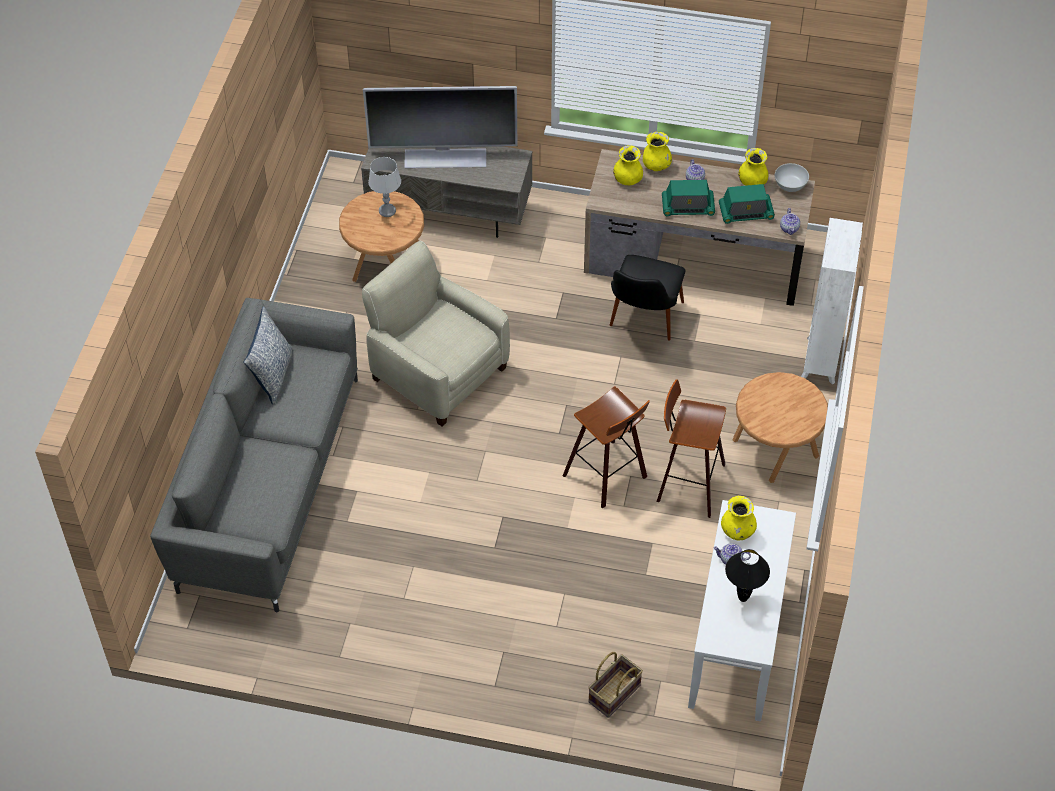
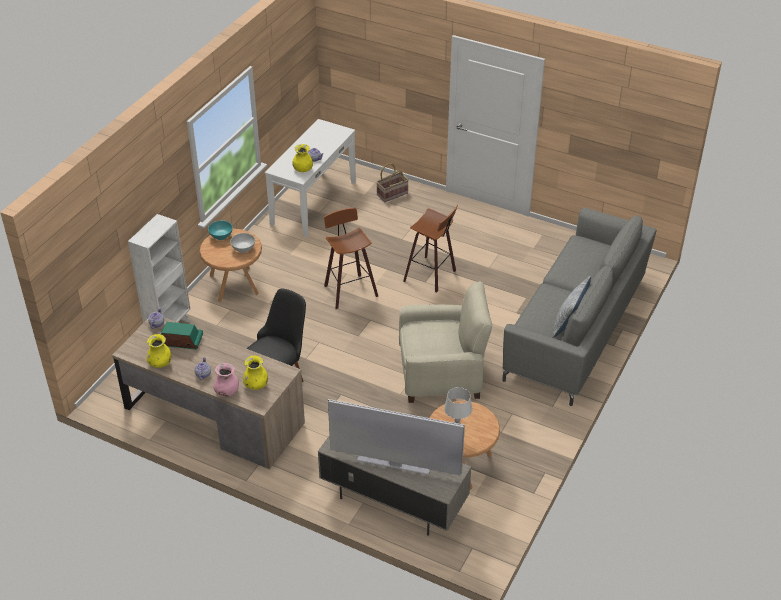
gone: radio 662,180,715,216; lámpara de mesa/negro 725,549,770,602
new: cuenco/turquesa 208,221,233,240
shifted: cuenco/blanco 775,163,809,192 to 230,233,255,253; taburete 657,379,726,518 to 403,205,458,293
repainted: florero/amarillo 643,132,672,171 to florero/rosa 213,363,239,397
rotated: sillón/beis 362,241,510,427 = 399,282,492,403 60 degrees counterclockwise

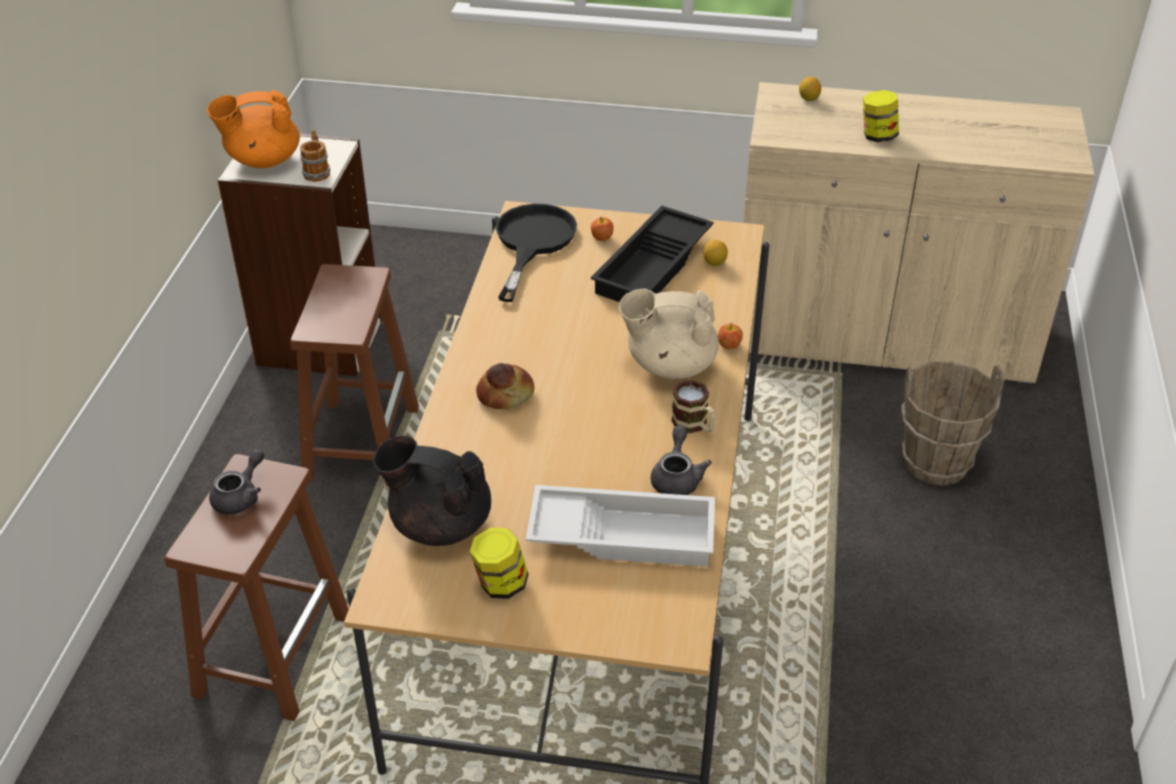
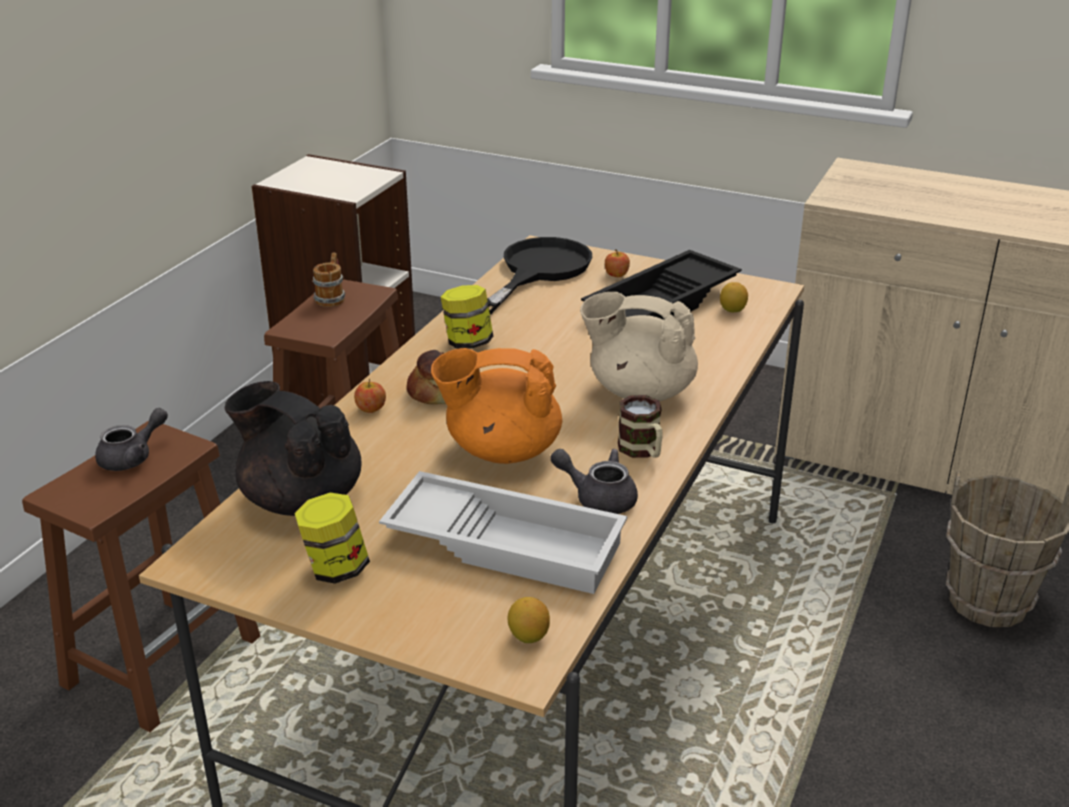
shifted: limón 799,77,821,101 to 508,597,550,643; tetera/naranja 207,90,300,168 to 431,348,562,464; tarro 863,90,899,142 to 441,285,493,349; taza grande 300,130,330,182 to 312,252,345,307; manzana 718,323,743,349 to 354,379,386,413
rotated: tetera/gris 651,425,712,495 = 550,449,638,514 90 degrees counterclockwise

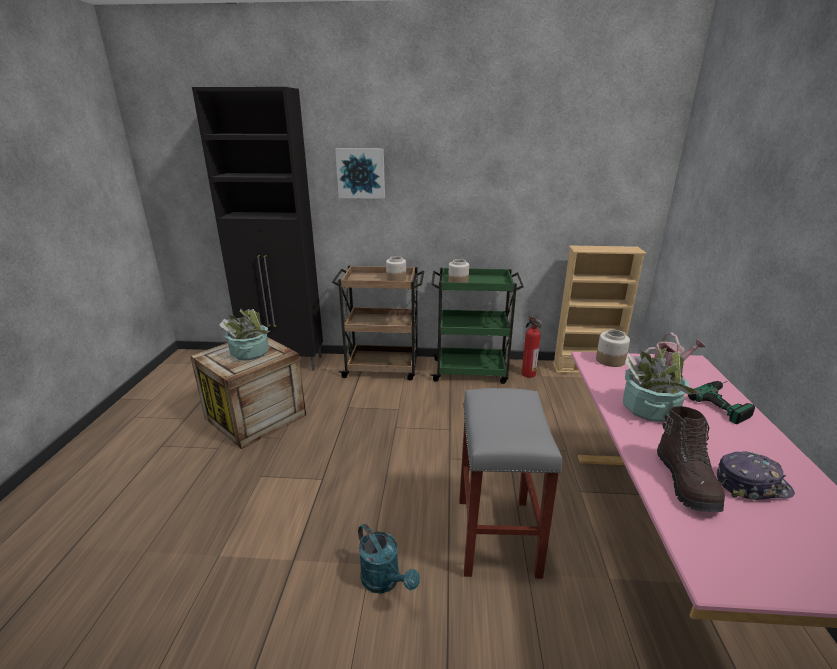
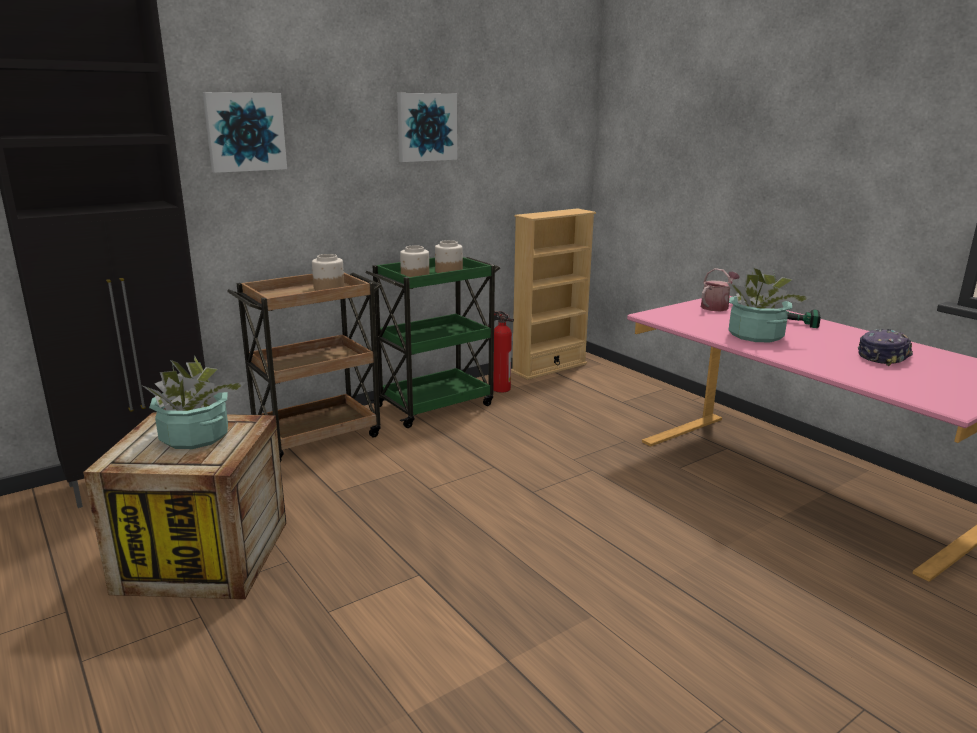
gone: taburete/gris 459,388,562,579; bota/marrón 657,406,725,512; regadera/turquesa 358,524,420,593
new: cuadro 397,93,457,162
shifted: tarro 596,330,630,367 to 435,240,463,273

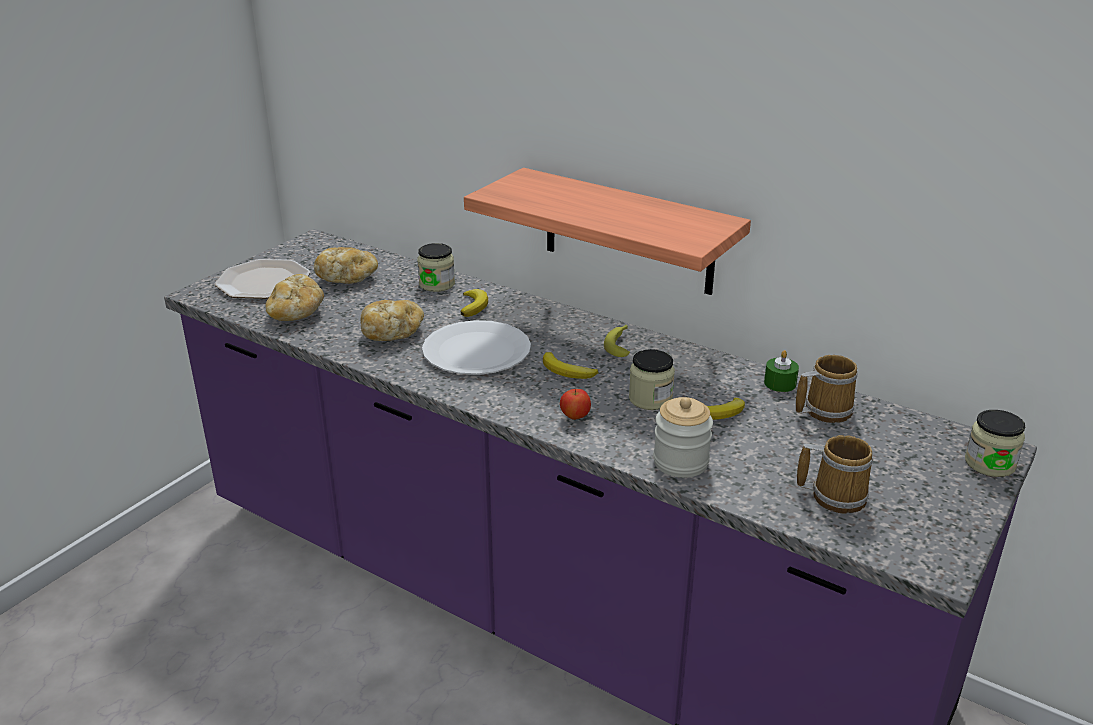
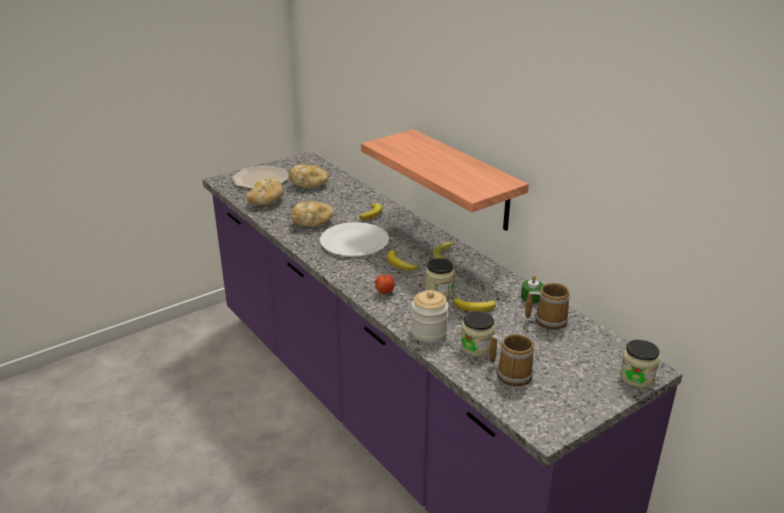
shifted: tarro 417,243,455,292 to 461,311,495,356

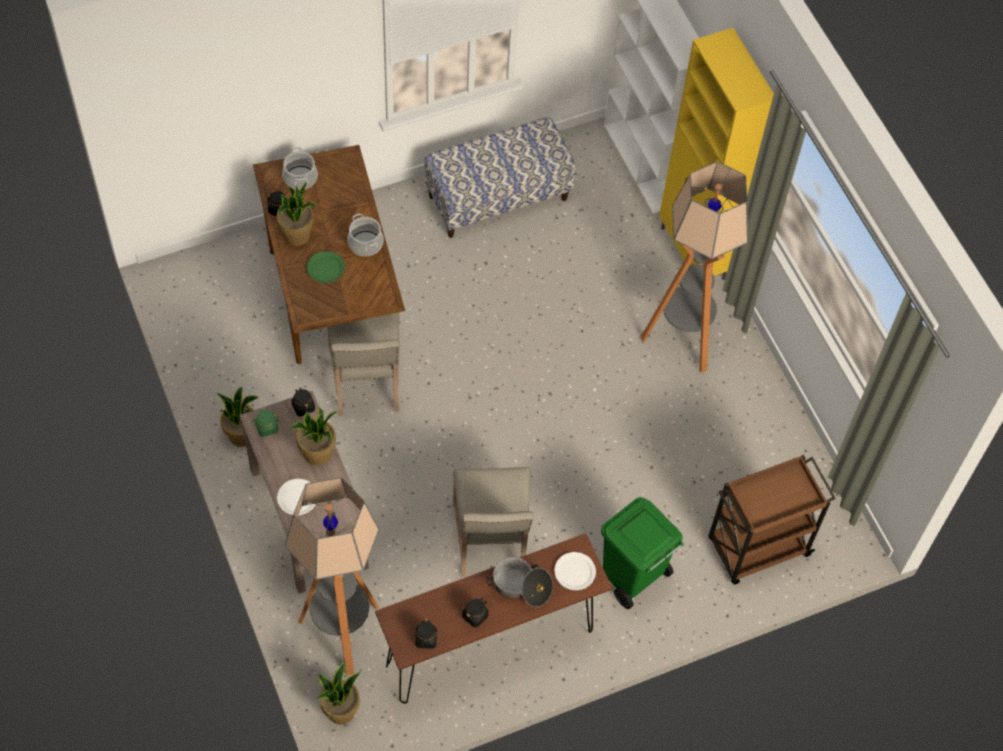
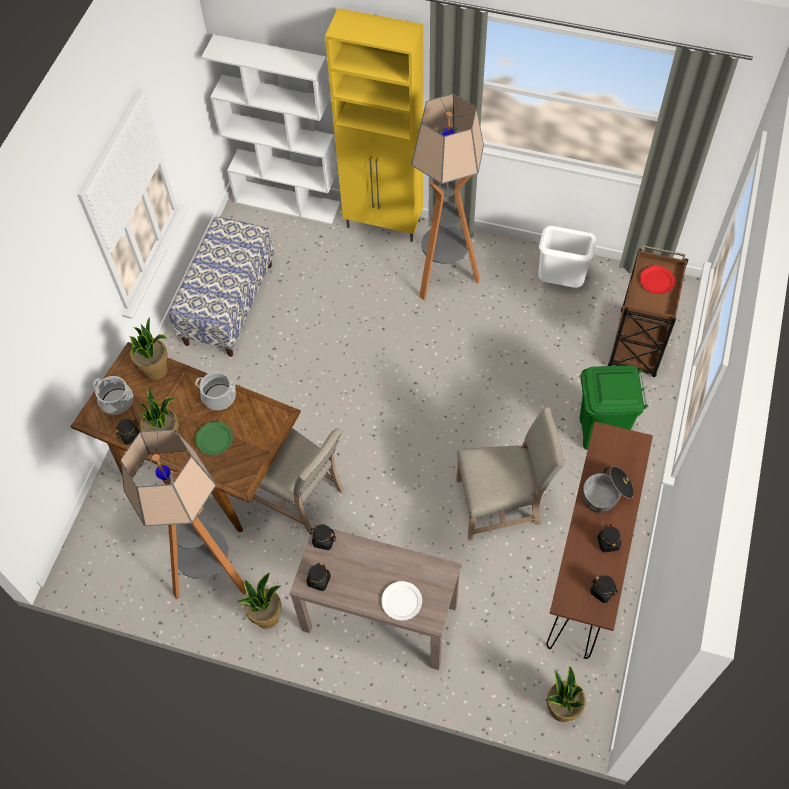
gone: plato/blanco 554,552,596,590
new: papelera/blanco 538,225,596,288; plato/rojo 640,266,675,294
shifted: planta en maceta 290,406,337,466 to 130,317,168,381; lámpara de pie 285,477,379,675 to 121,429,246,599
repainted: tarro/verde 252,410,279,437 to tarro/negro 306,562,331,591
rotated: silla/beis 453,467,534,577 = 456,407,565,541 45 degrees counterclockwise

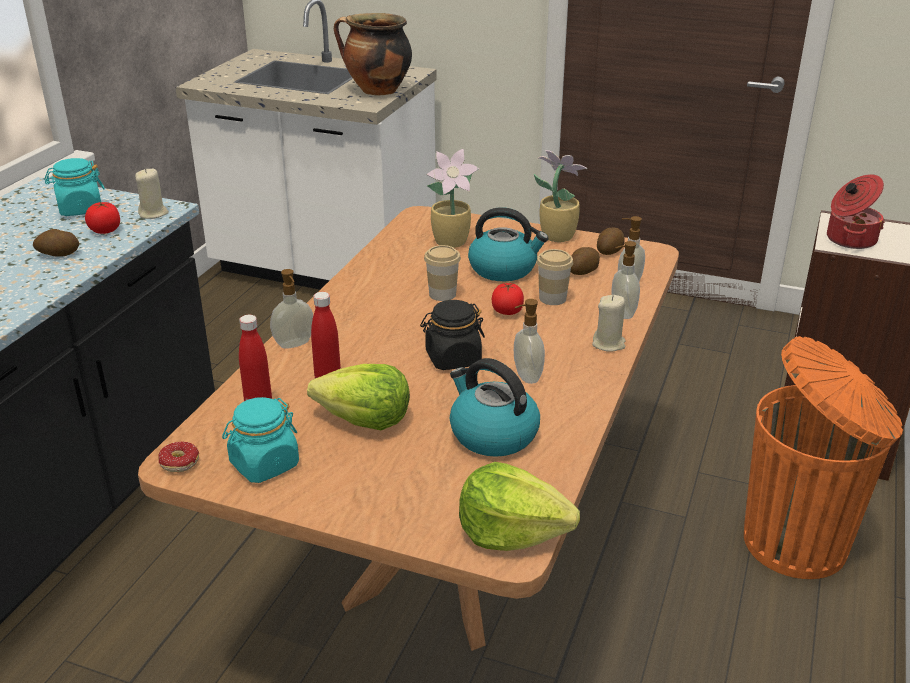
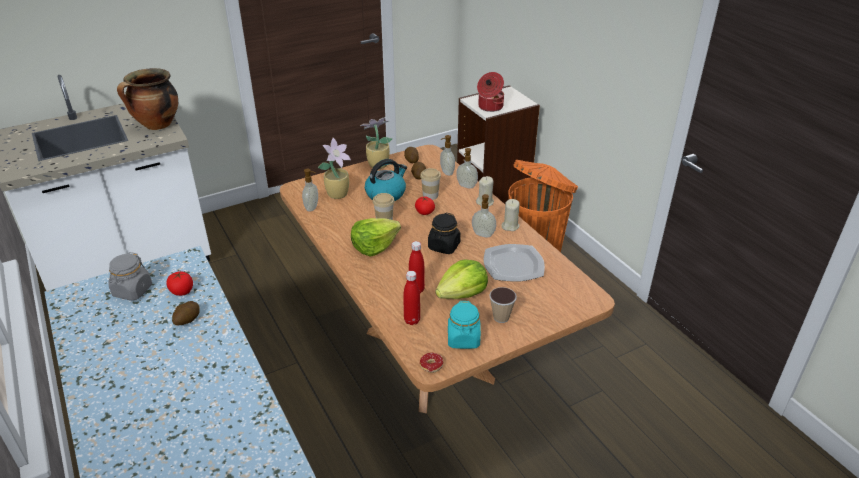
new: taza 489,287,517,323
shifted: vela/beis 135,168,169,219 to 502,199,520,231; dispensador de jabón 270,269,313,349 to 302,169,318,212; lechuga 459,462,580,551 to 351,218,401,257
swapped: hervidor 450,358,540,457 to plato 484,244,545,282
repainted: tarro/turquesa 44,158,105,216 to tarro/gris 108,252,152,301

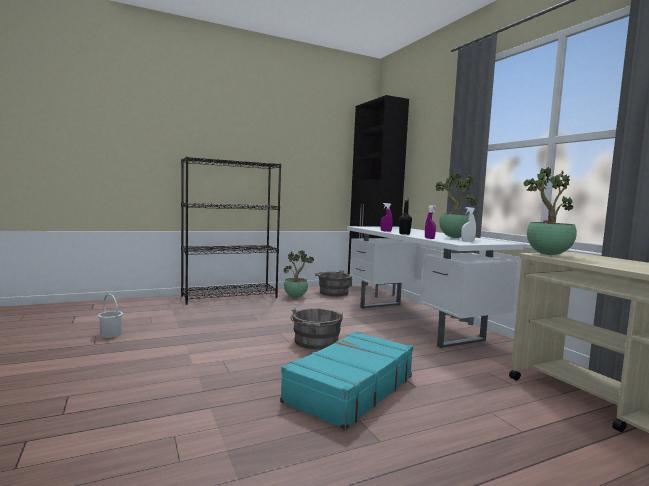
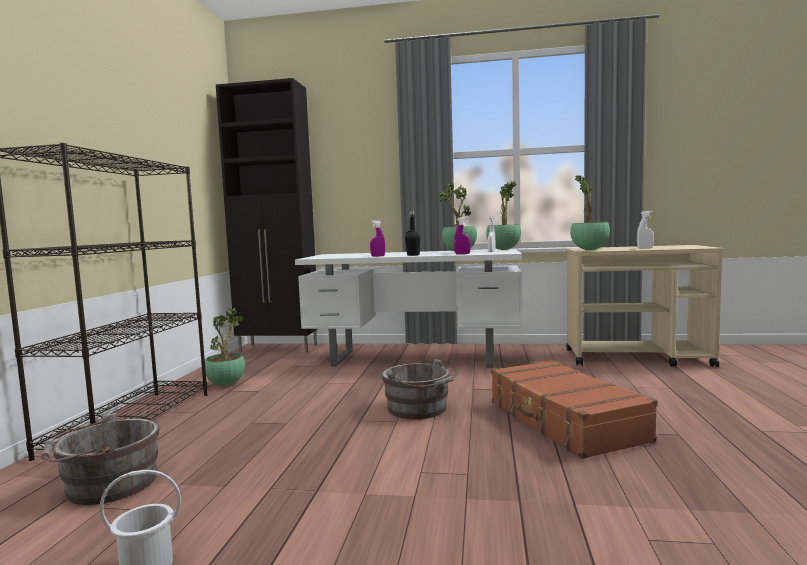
new: planta en maceta 486,181,521,250; pulverizador/blanco 637,211,654,249
shifted: cubo/gris 315,270,351,296 to 41,413,160,505
repainted: maleta/turquesa 280,331,413,430 to maleta/marrón 491,360,658,459

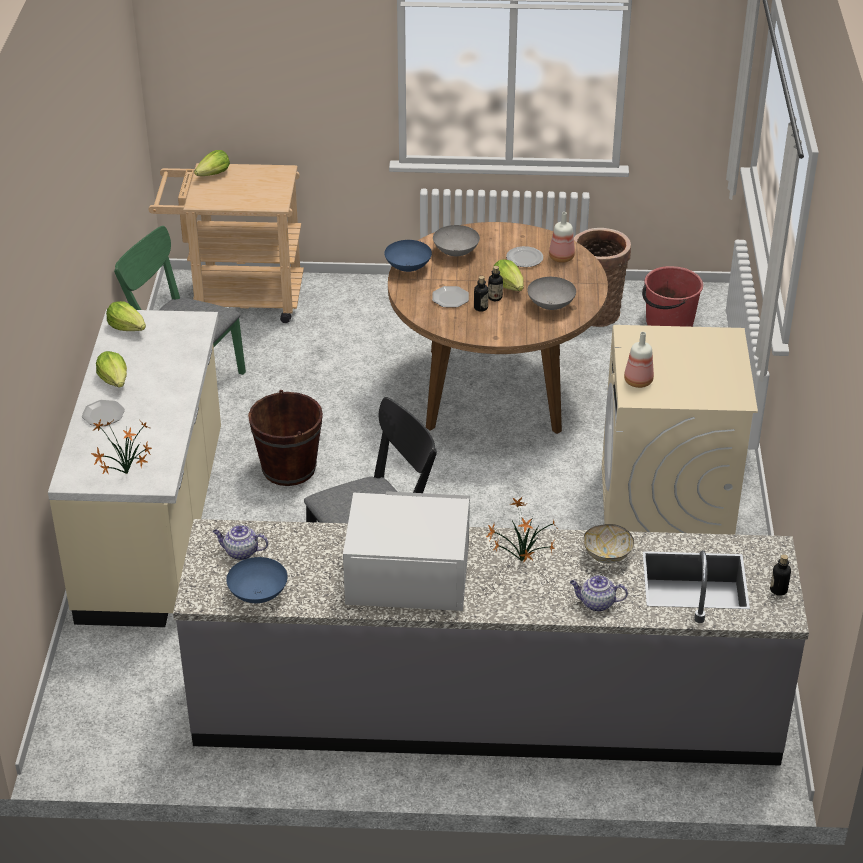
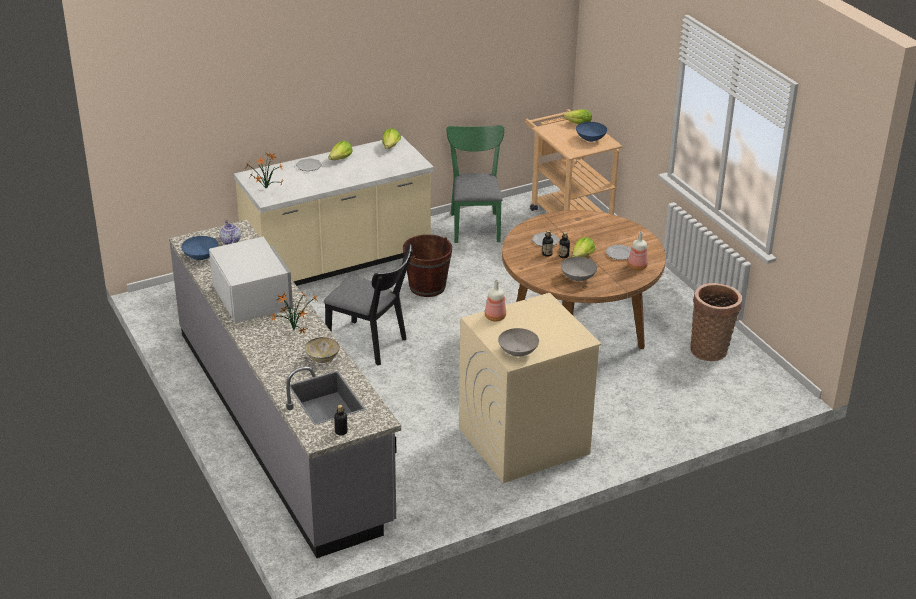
gone: cubo/rojo 642,266,703,327; tetera 570,575,628,612
shifted: cuenco/gris 433,225,480,256 to 498,328,539,356; cuenco/azul 384,240,432,272 to 576,122,607,142

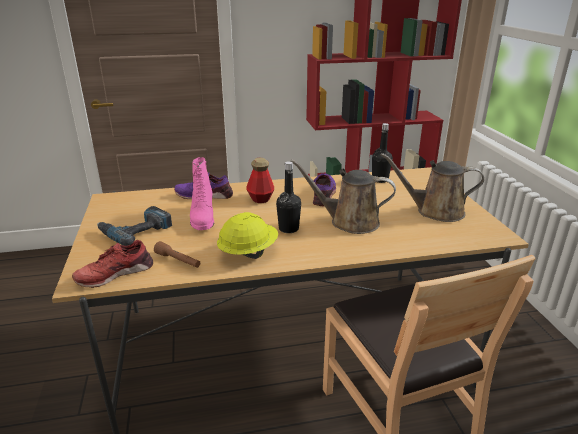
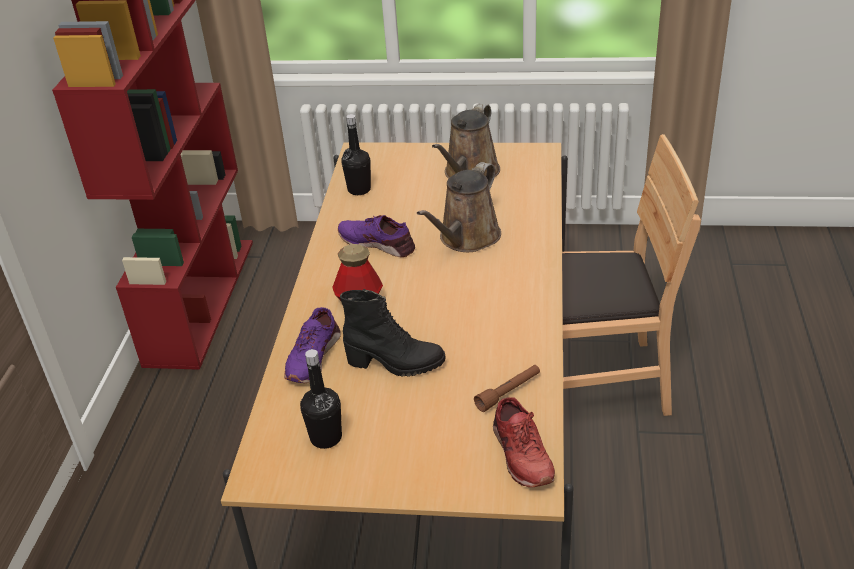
gone: taladro 97,206,172,246; casco/amarillo 217,212,278,259
shifted: botella/negro 276,161,301,233 to 300,349,342,449
repainted: bota/rosa 190,157,214,230 to bota/negro 340,289,446,377

